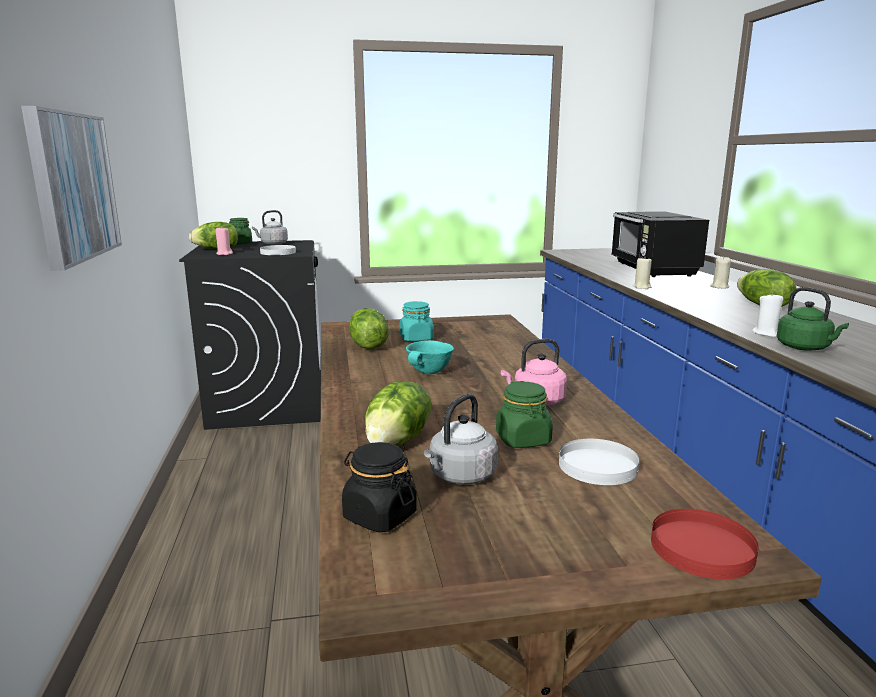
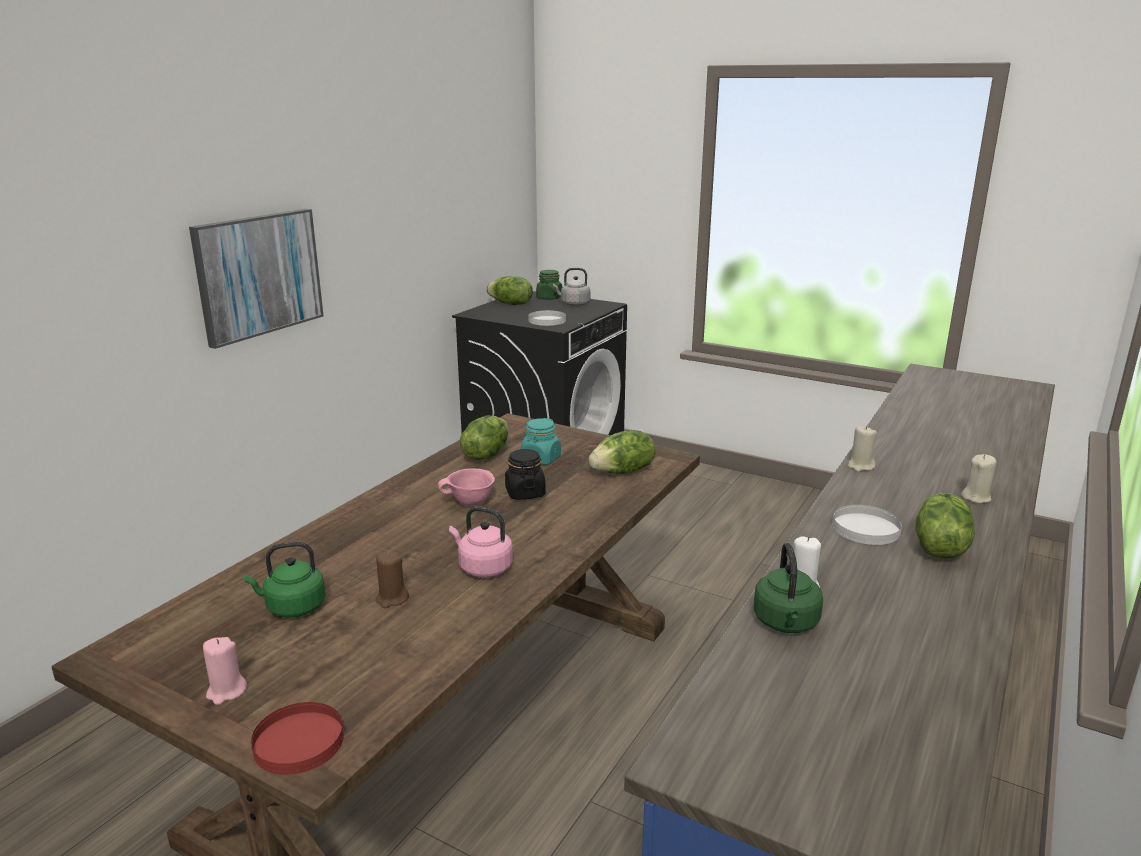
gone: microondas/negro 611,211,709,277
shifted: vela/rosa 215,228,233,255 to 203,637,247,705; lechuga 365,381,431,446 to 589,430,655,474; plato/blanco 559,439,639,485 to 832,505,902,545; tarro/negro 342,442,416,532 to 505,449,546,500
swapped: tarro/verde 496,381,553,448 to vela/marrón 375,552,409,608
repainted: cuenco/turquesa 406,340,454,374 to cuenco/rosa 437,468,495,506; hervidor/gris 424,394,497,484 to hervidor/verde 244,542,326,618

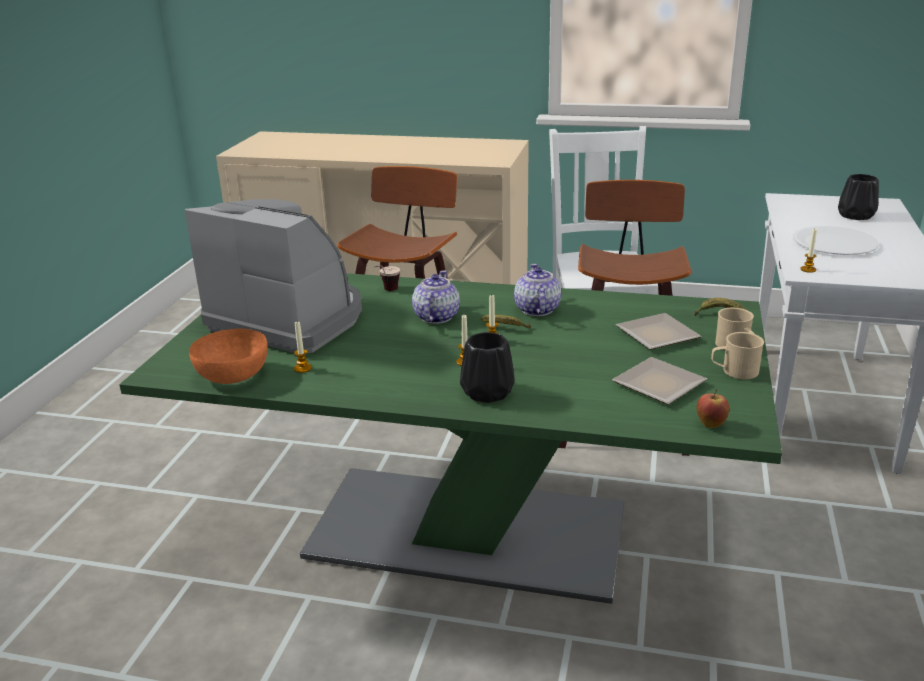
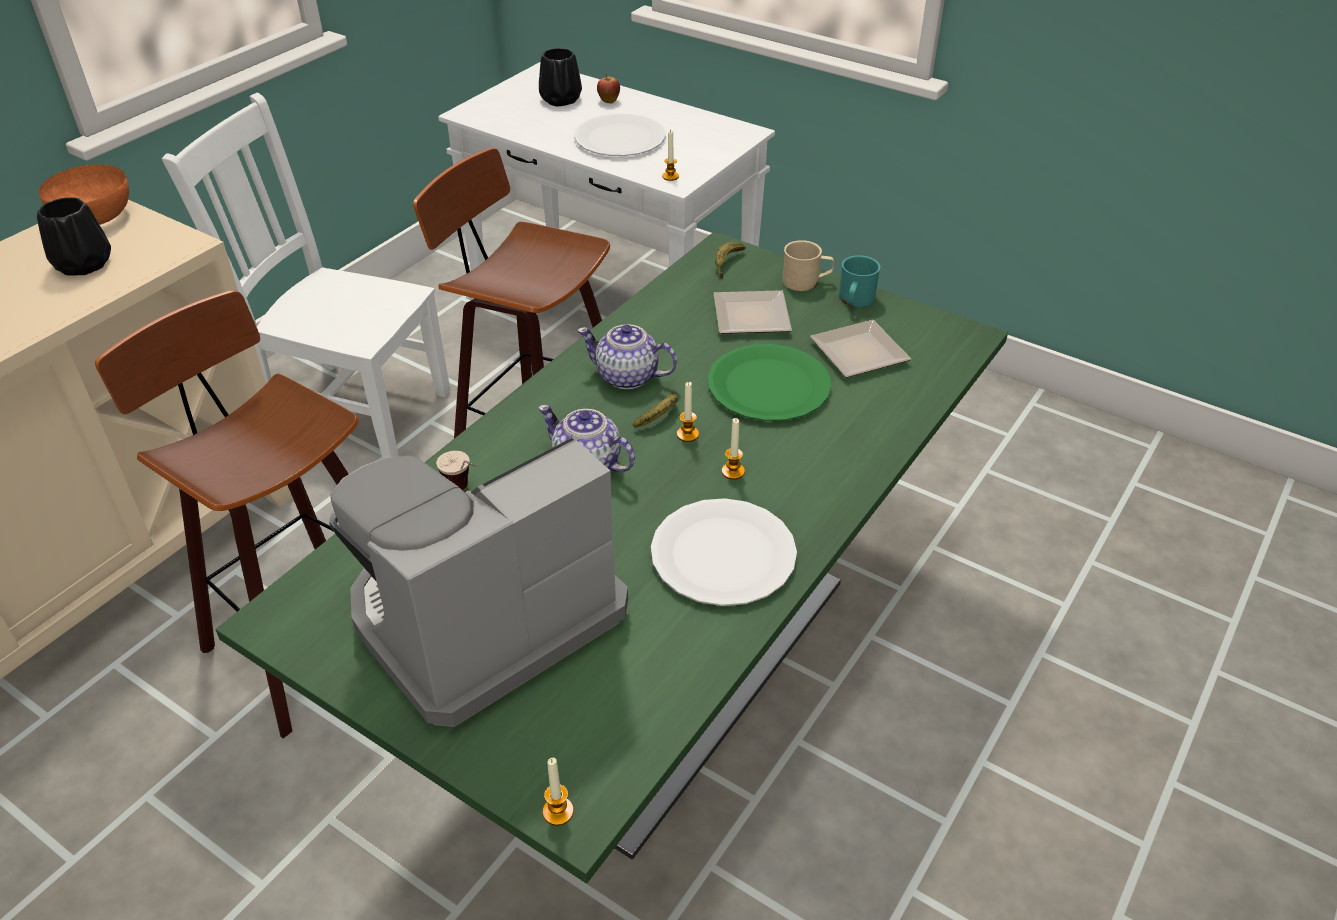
new: plato/verde 708,344,832,421; plato/blanco 651,498,797,606
shifted: vela 294,322,312,373 to 542,758,574,826; cuenco/naranja 189,328,268,384 to 39,164,129,225; florero/negro 460,332,515,403 to 37,197,111,276; manzana 697,389,729,428 to 597,73,620,104
repainted: taza grande/beis 711,332,764,380 to taza grande/turquesa 839,255,880,307

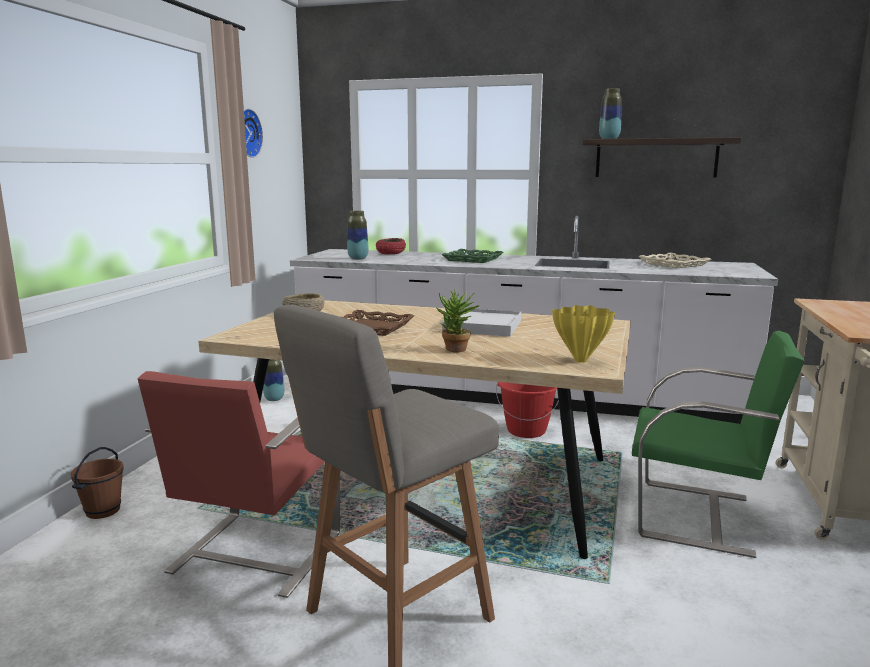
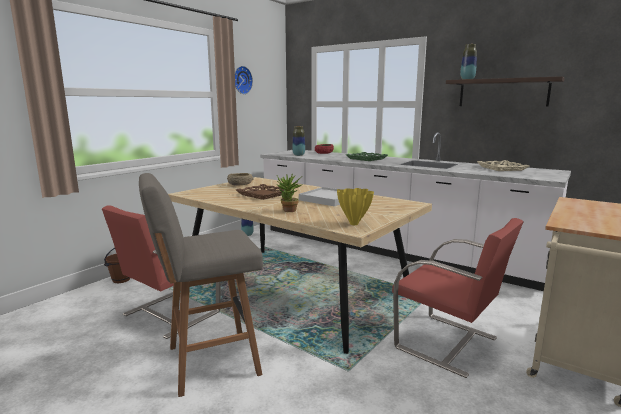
gone: cubo/rojo 496,382,559,438
repainted: silla/verde 632,331,804,558 to silla/rojo 392,218,524,378

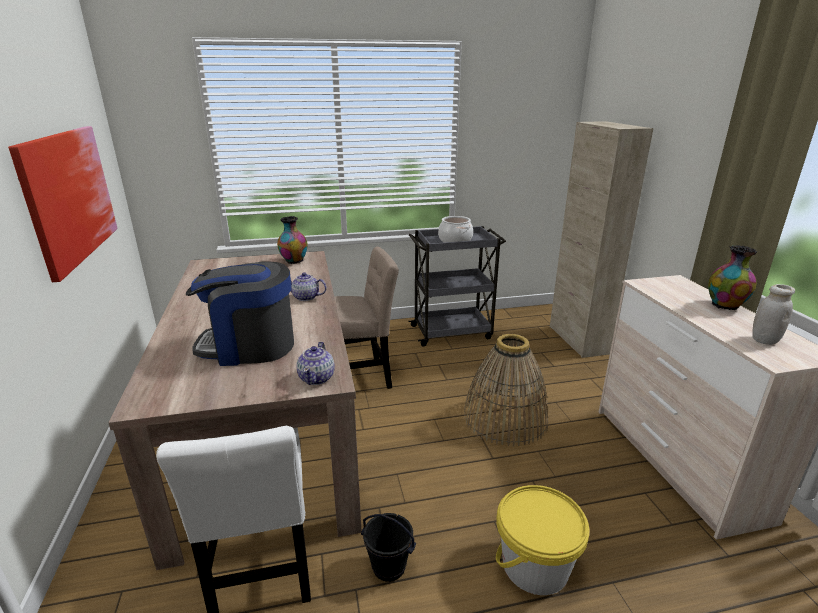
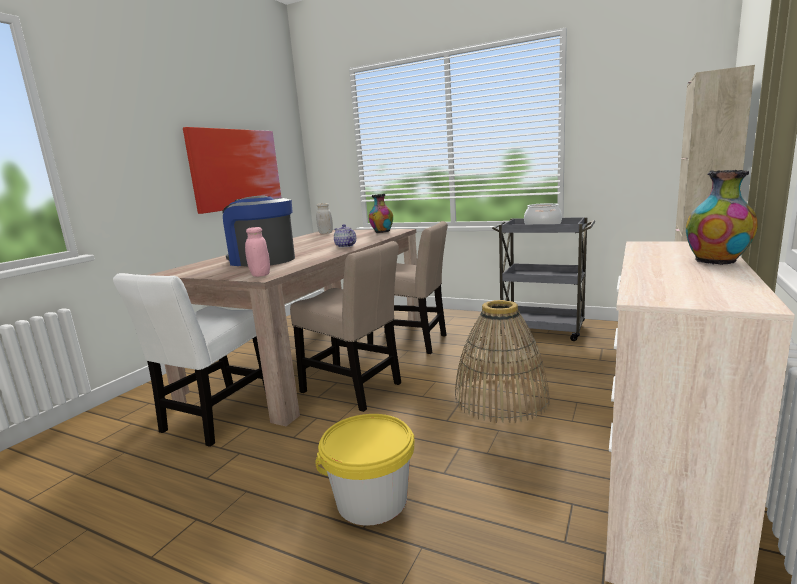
gone: cubo/negro 361,513,416,582
new: silla/beis 290,241,401,412
shifted: tarro/blanco 752,284,795,345 to 316,203,333,234
swapped: tetera 296,342,335,385 to tarro/rosa 245,227,270,277

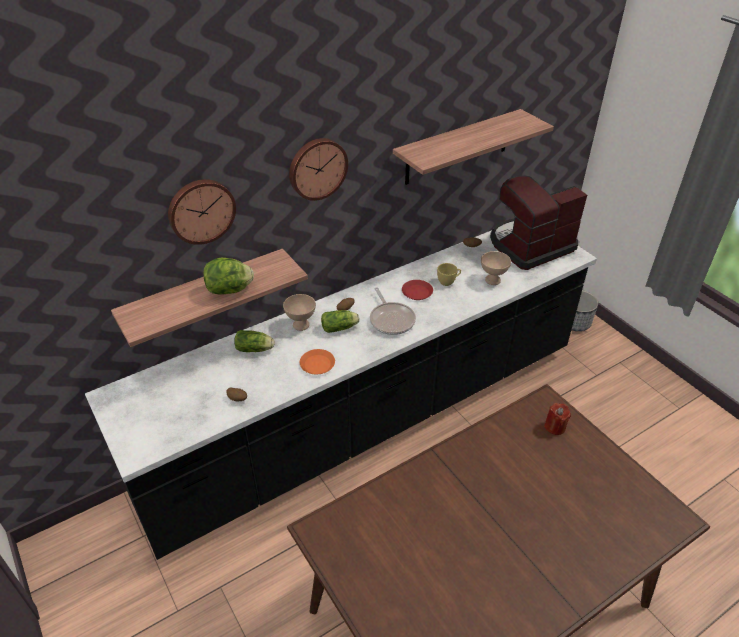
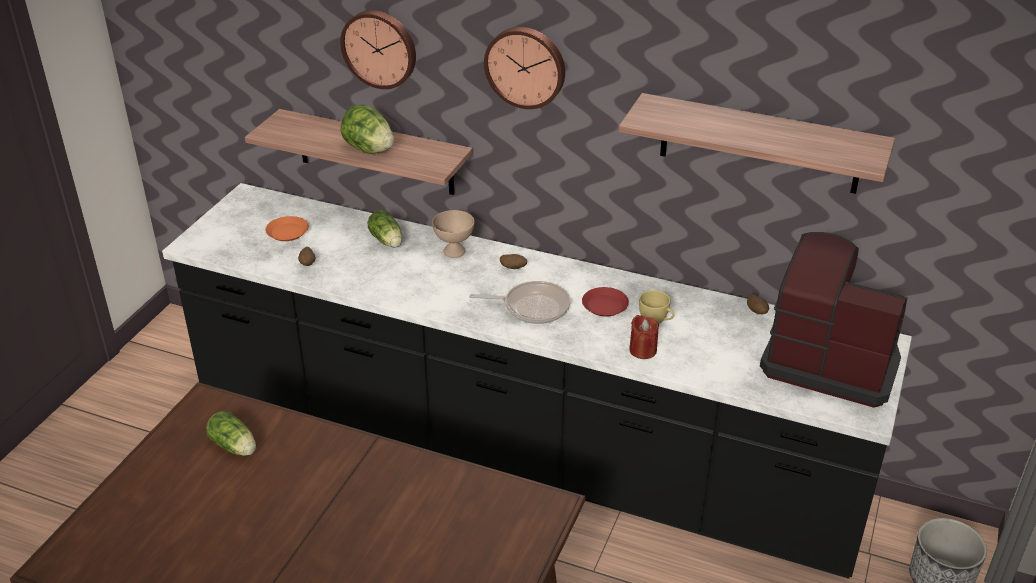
gone: cuenco/beis 481,251,511,285
shifted: lechuga 321,310,359,333 to 206,411,256,456; plato/naranja 300,349,335,374 to 265,216,309,241; vela/rojo 544,403,571,435 to 629,315,659,359
rotated: sartén 370,287,416,335 = 469,281,570,324 120 degrees counterclockwise

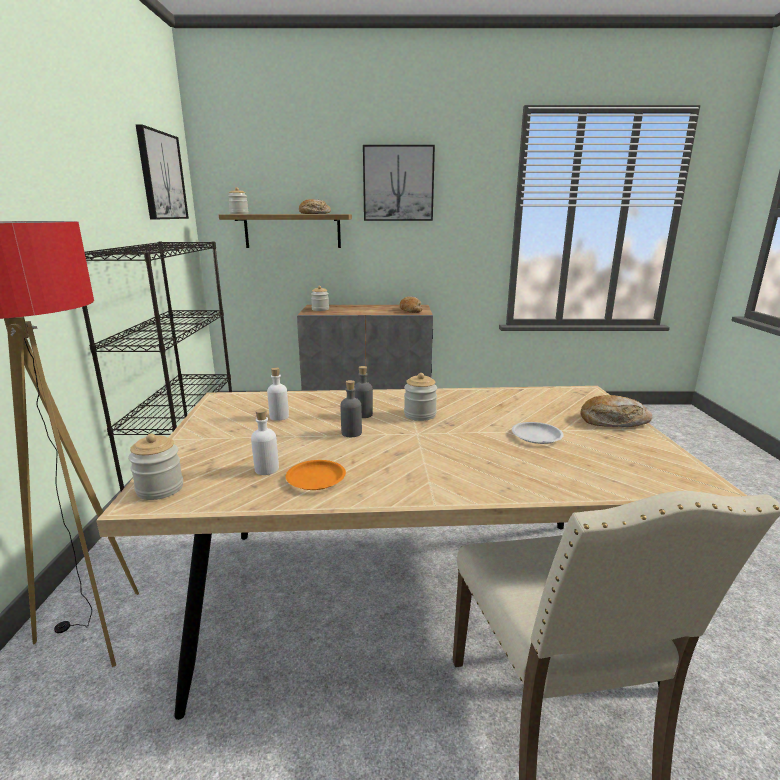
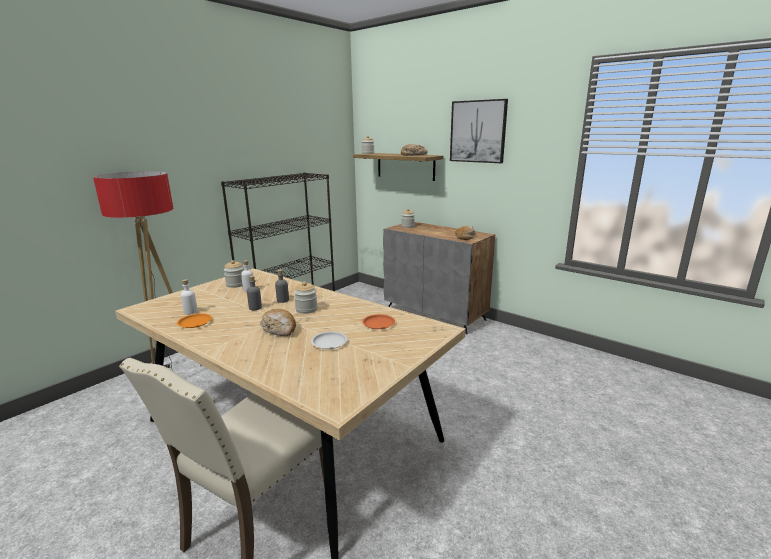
gone: cuadro 135,124,189,219
new: plato/naranja 362,314,395,329
shifted: pan 580,395,652,427 to 260,309,296,336; tarro 128,434,183,500 to 224,260,244,288

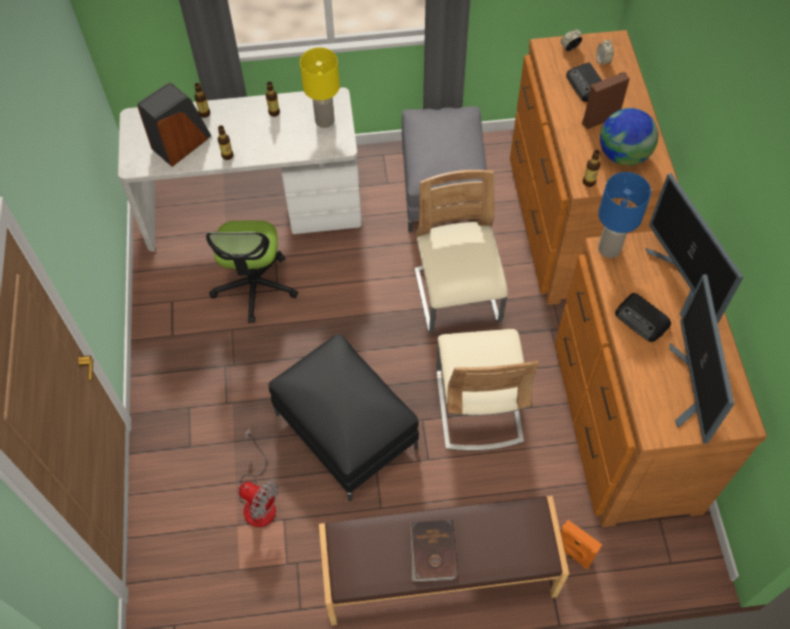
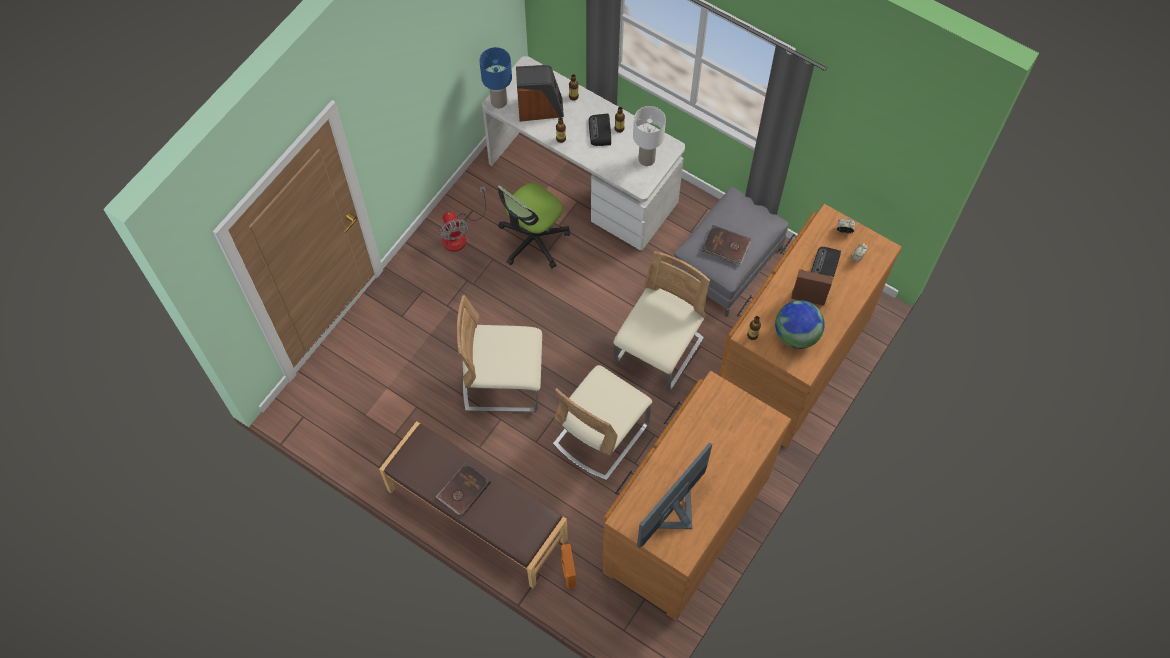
gone: monitor 646,173,744,324
new: libro/marrón 702,225,751,266
shifted: lámpara de mesa/azul 598,172,651,258 to 480,47,512,108; radio 615,293,671,342 to 589,114,611,146; ventilador 239,428,278,527 to 439,186,486,252
swapped: puf/negro 268,334,419,501 to silla/beis 457,295,542,412
repainted: lámpara de mesa/amarillo 300,48,340,128 to lámpara de mesa/blanco 633,106,666,166

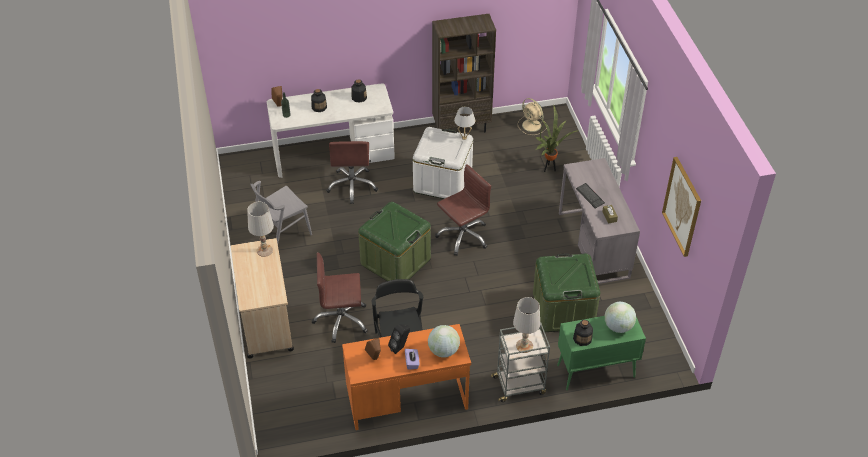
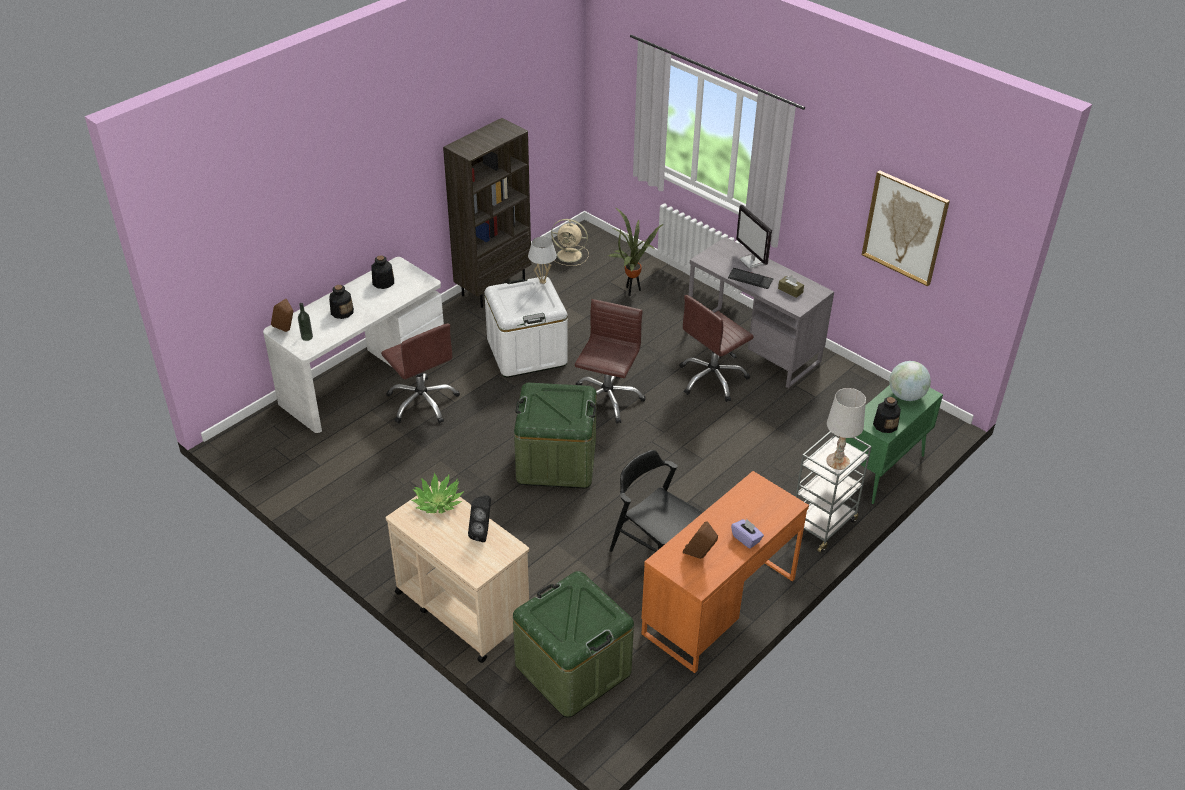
gone: silla/gris 250,181,312,243; globo terráqueo 428,325,460,358
new: monitor 736,205,772,268
shifted: silla de oficina/marrón 312,252,368,343 to 679,295,754,402; caja de almacenaje/verde 533,253,600,332 to 513,571,634,717; altavoz/negro 388,324,410,354 to 468,495,491,542
swapped: lámpara de mesa/blanco 247,202,274,257 to planta en maceta 411,473,464,513

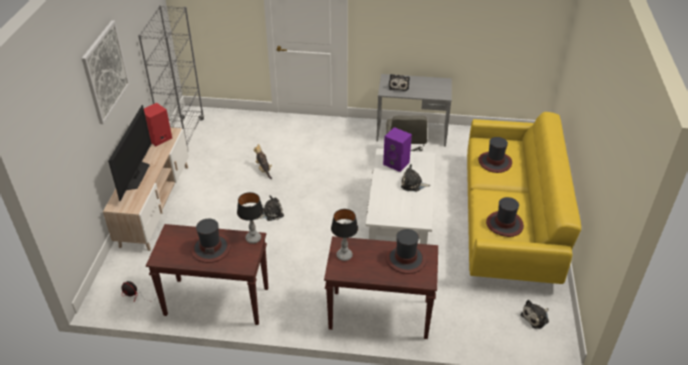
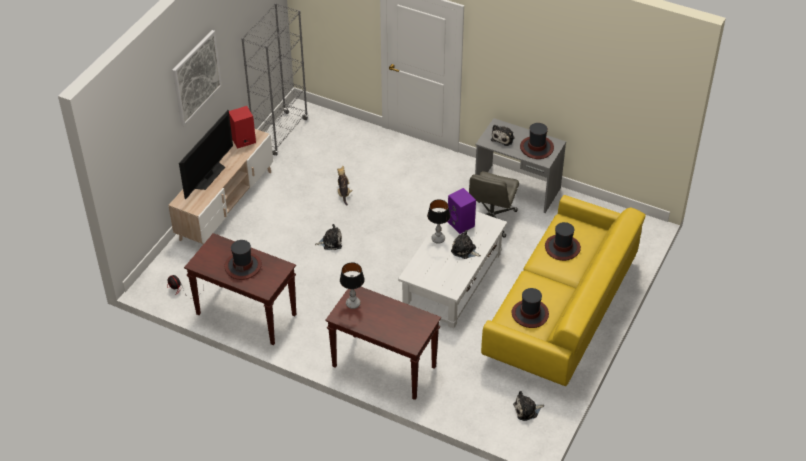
shifted: lámpara de mesa 237,192,264,244 to 427,199,450,244; sombrero 385,229,427,274 to 520,123,554,159

